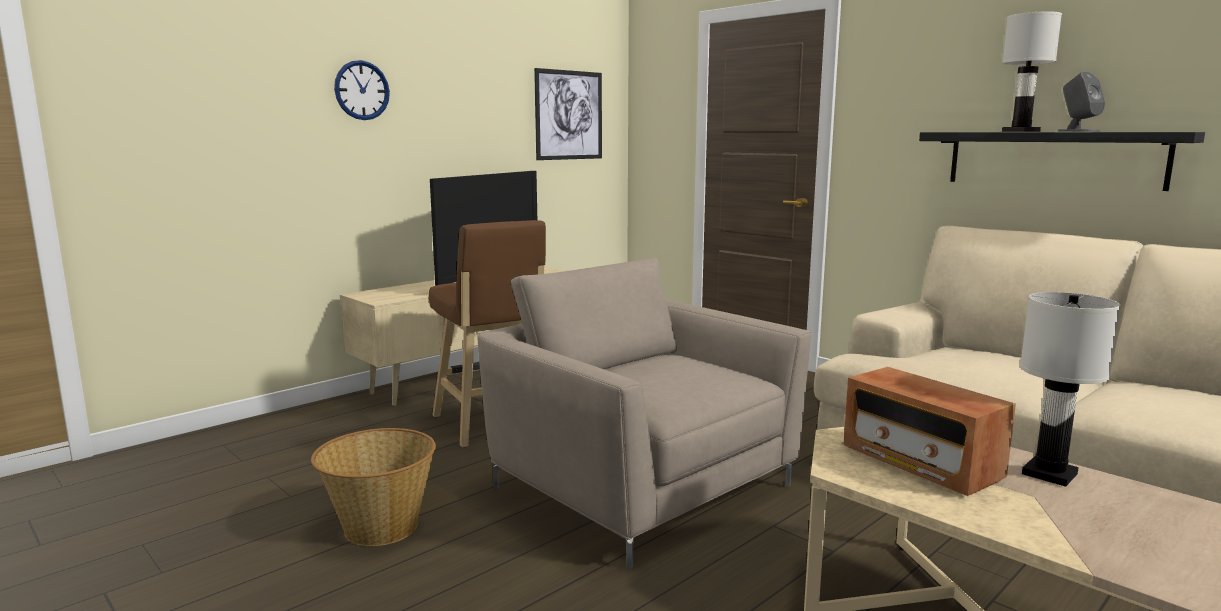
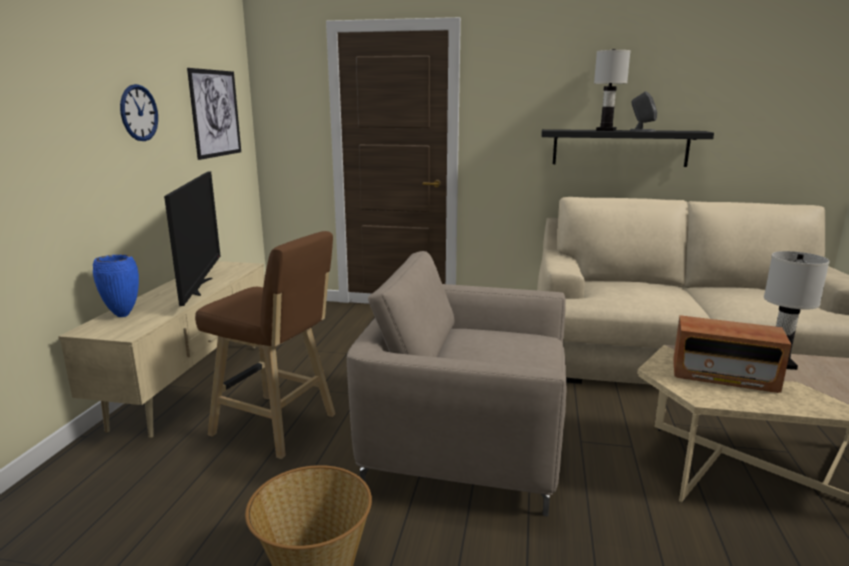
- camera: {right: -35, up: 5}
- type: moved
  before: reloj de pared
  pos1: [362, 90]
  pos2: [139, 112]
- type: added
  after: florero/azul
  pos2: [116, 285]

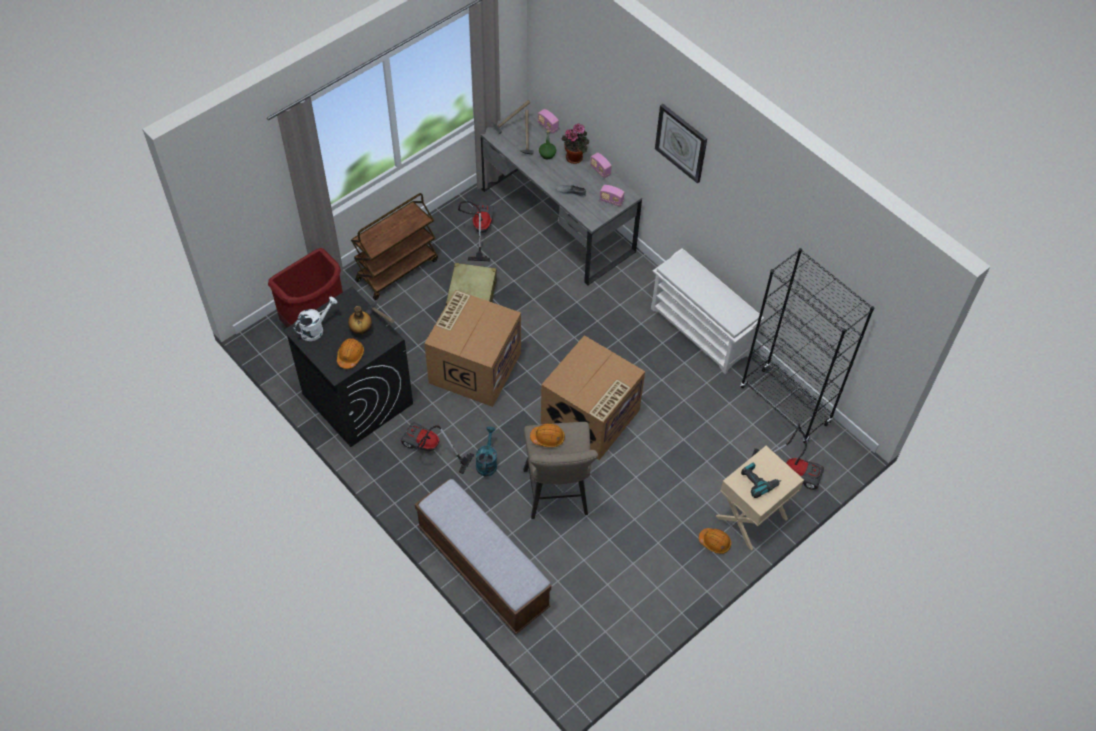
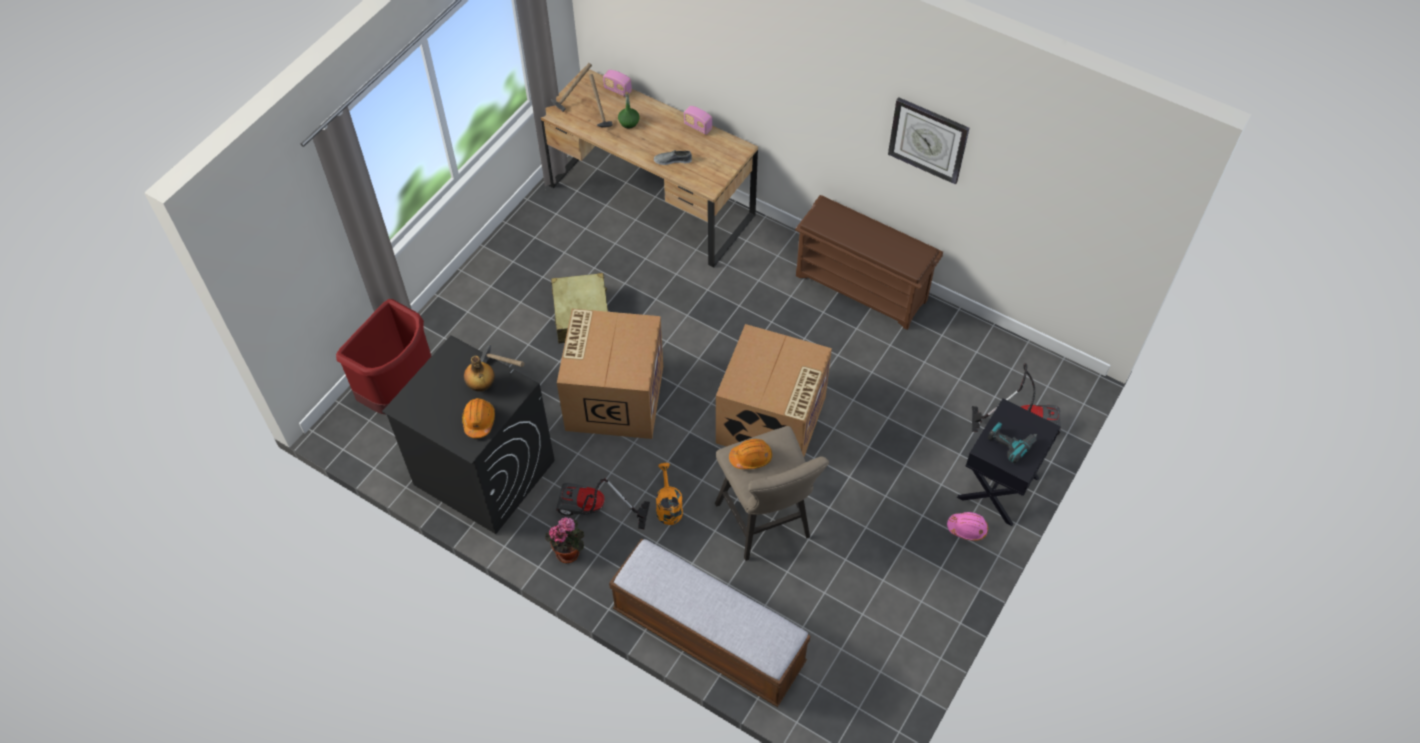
- camera: {right: -15, up: 0}
- type: removed
  before: regadera/blanco
  pos1: [315, 318]
- type: removed
  before: carrito/marrón
  pos1: [394, 246]
- type: removed
  before: aspiradora
  pos1: [476, 231]
- type: recoloured
  before: regadera/turquesa
  after: regadera/naranja
  pos1: [486, 451]
  pos2: [669, 494]
- type: recoloured
  before: escritorio/gris
  after: escritorio/marrón
  pos1: [561, 195]
  pos2: [649, 167]
- type: moved
  before: planta en maceta
  pos1: [576, 143]
  pos2: [564, 540]
- type: removed
  before: radio
  pos1: [612, 196]
- type: recoloured
  before: zapatero/blanco
  after: zapatero/marrón
  pos1: [707, 311]
  pos2: [869, 262]
- type: moved
  before: reloj de pared
  pos1: [681, 144]
  pos2: [928, 141]
- type: recoloured
  before: casco/naranja
  after: casco/rosa
  pos1: [715, 541]
  pos2: [967, 526]
- type: recoloured
  before: mesita de noche/beis
  after: mesita de noche/negro
  pos1: [760, 498]
  pos2: [1008, 462]
- type: removed
  before: estantería/negro
  pos1: [807, 346]

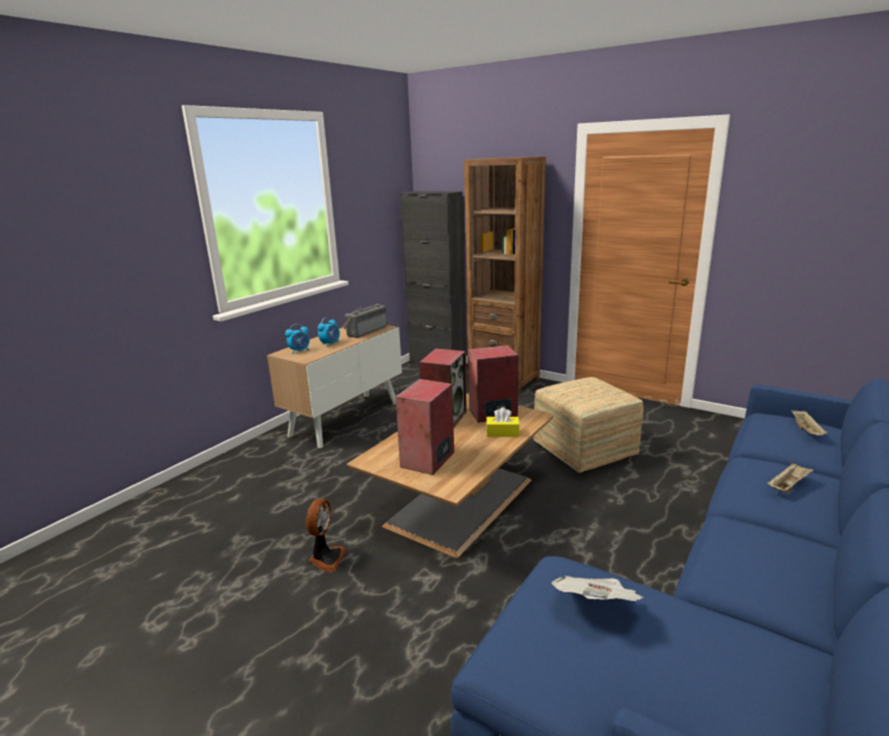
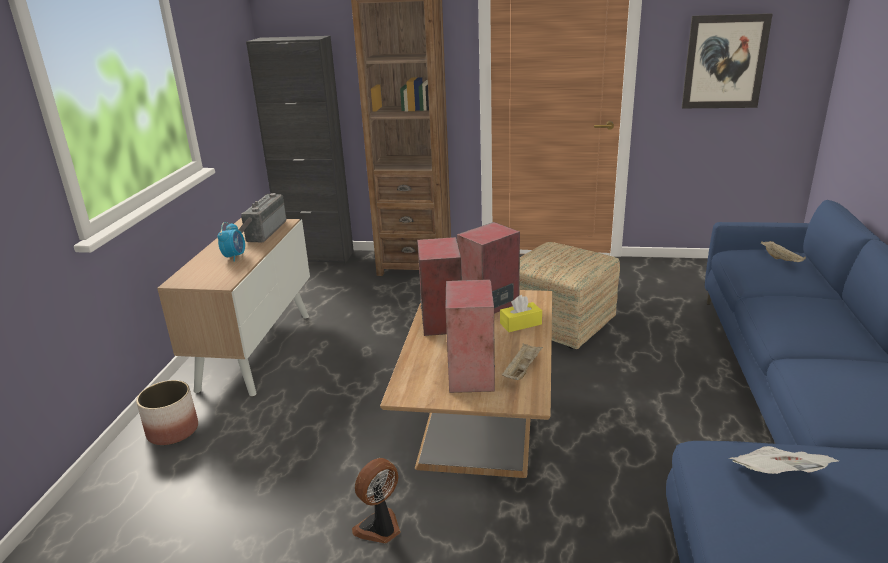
- camera: {right: -25, up: 5}
- type: removed
  before: despertador
  pos1: [297, 339]
- type: turned
  before: ventilador
  pos1: [326, 535]
  pos2: [376, 500]
  turn: -120
- type: moved
  before: bandeja/beis
  pos1: [790, 477]
  pos2: [522, 361]
- type: added
  after: maceta
  pos2: [167, 412]
- type: added
  after: cuadro
  pos2: [726, 60]

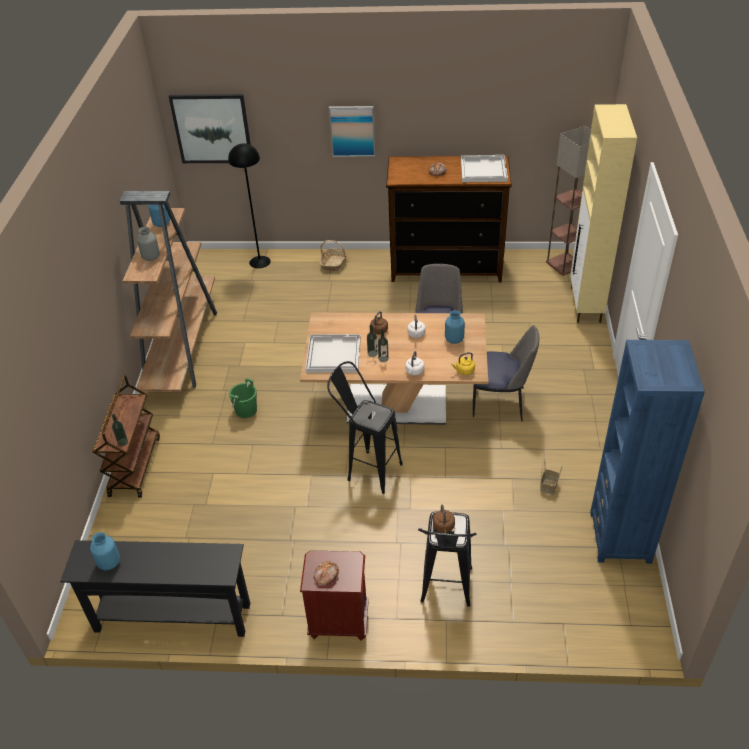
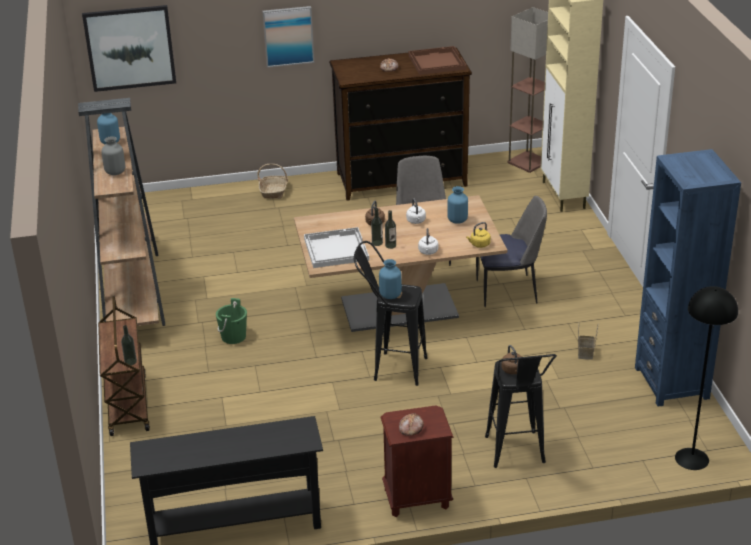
- camera: {right: -15, up: -10}
- type: moved
  before: florero/azul
  pos1: [105, 551]
  pos2: [390, 279]
- type: moved
  before: lámpara de pie/negro
  pos1: [249, 205]
  pos2: [706, 378]
- type: recoloured
  before: bandeja/blanco
  after: bandeja/marrón
  pos1: [484, 168]
  pos2: [437, 60]

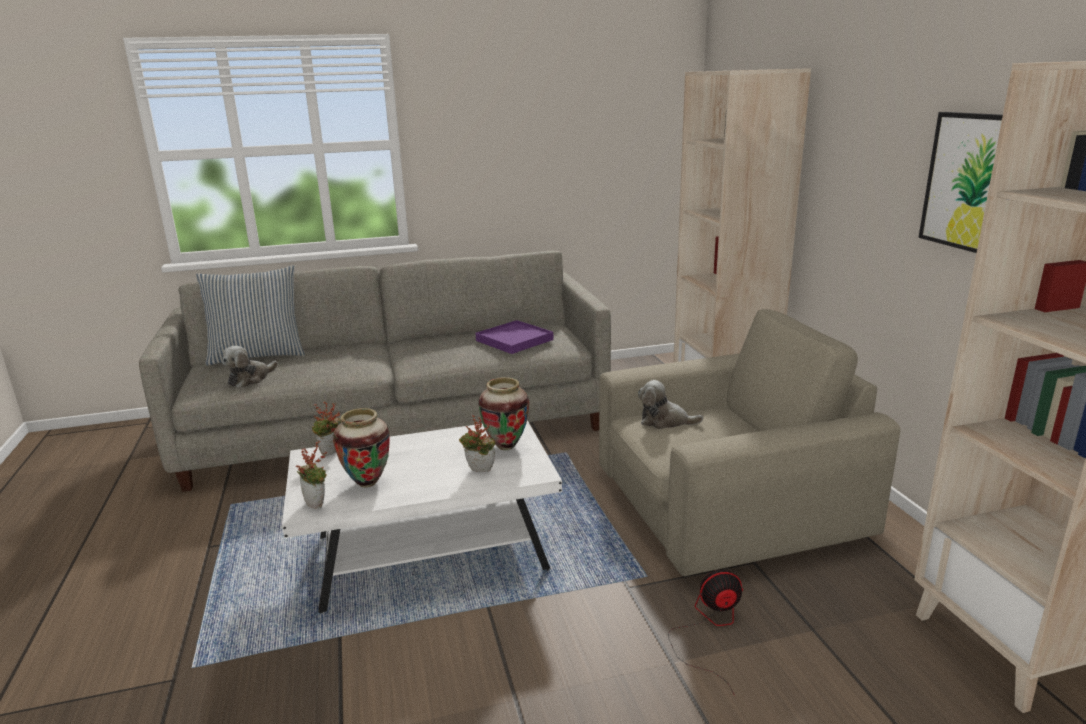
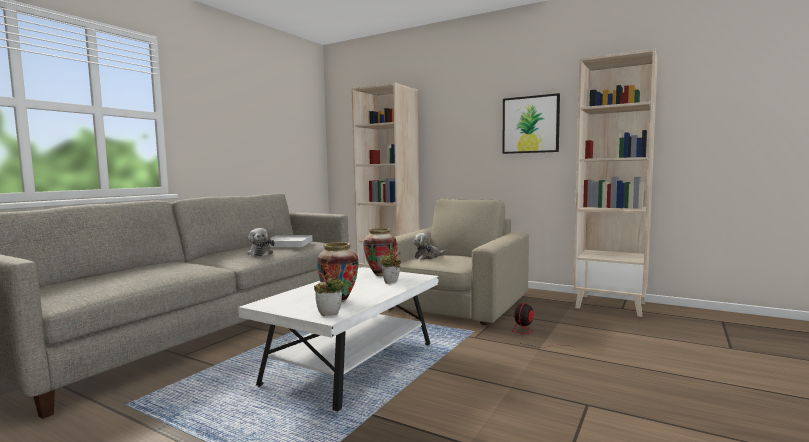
- camera: {right: -45, up: -15}
- type: removed
  before: cojín
  pos1: [250, 315]
- type: moved
  before: peluche
  pos1: [250, 367]
  pos2: [261, 242]
- type: removed
  before: planta en maceta
  pos1: [326, 429]
- type: recoloured
  before: bandeja/morado
  after: bandeja/blanco
  pos1: [514, 337]
  pos2: [290, 241]

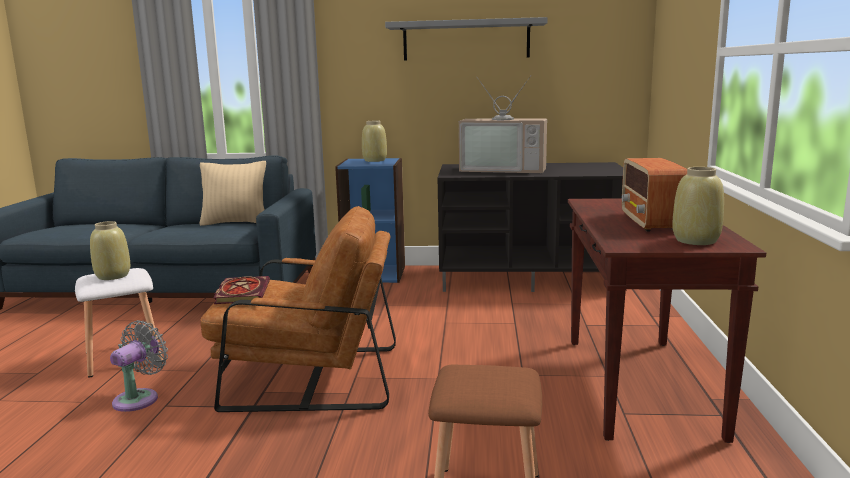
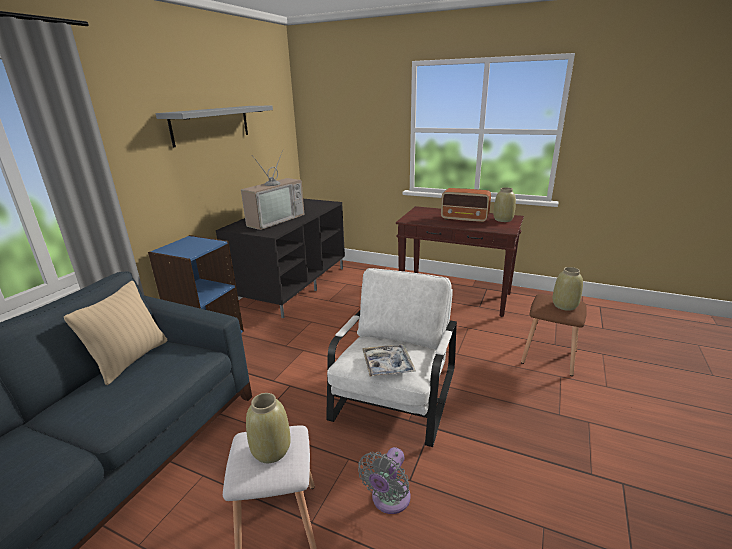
- camera: {right: -70, up: 10}
- type: turned
  before: ventilador/gris
  pos1: [139, 366]
  pos2: [384, 480]
  turn: -105
- type: recoloured
  before: sillón/marrón
  after: sillón/blanco
  pos1: [298, 309]
  pos2: [391, 357]
- type: replaced
  before: libro
  after: bandeja
  pos1: [241, 290]
  pos2: [389, 360]
- type: moved
  before: florero/beis
  pos1: [374, 141]
  pos2: [568, 289]

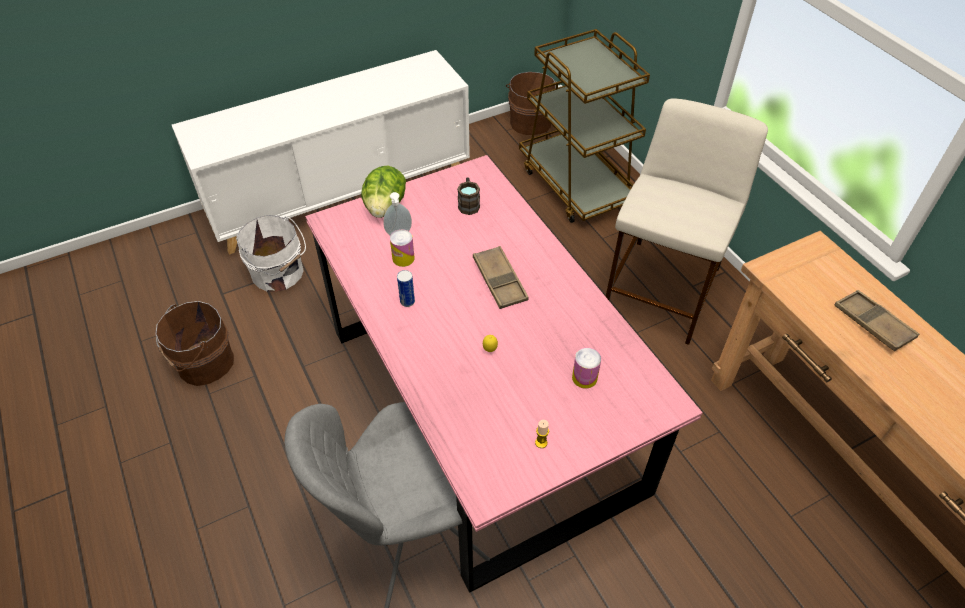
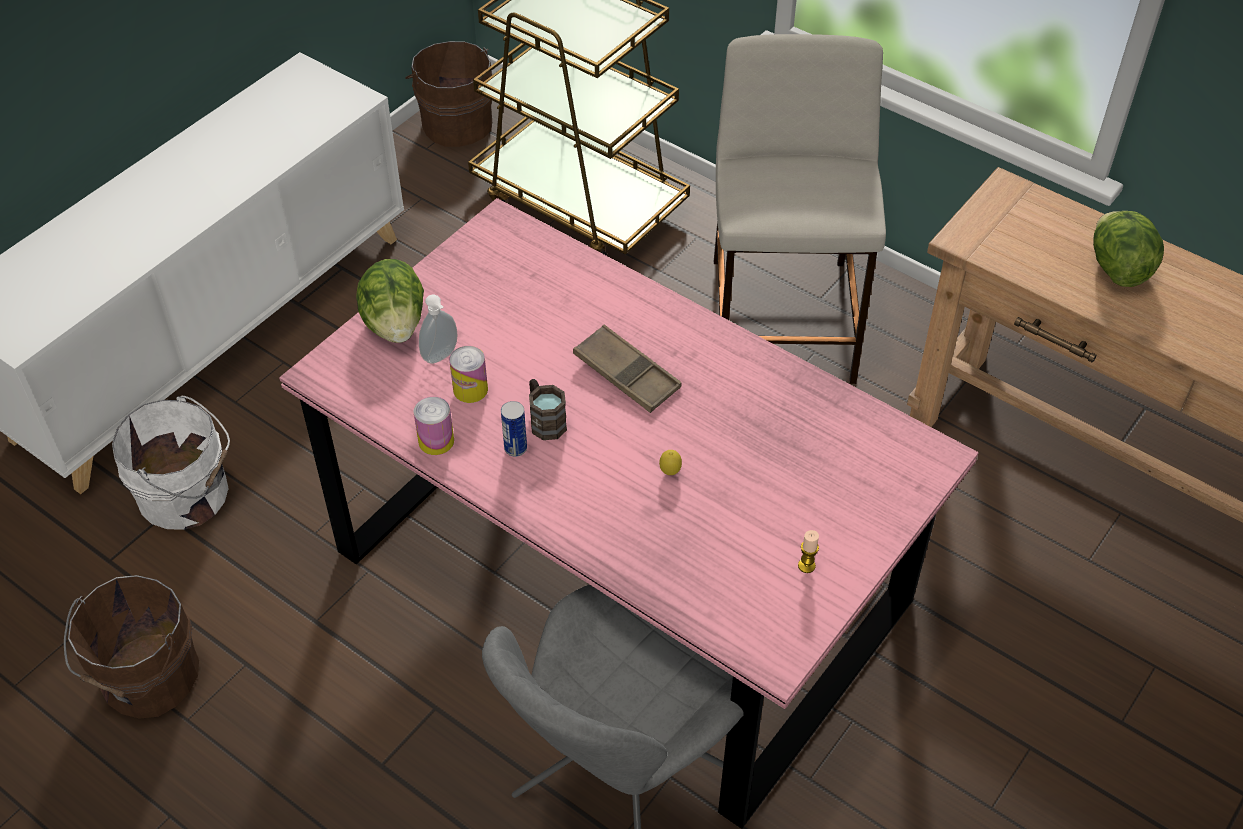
- camera: {right: -25, up: 0}
- type: moved
  before: taza grande/marrón
  pos1: [468, 196]
  pos2: [548, 409]
- type: moved
  before: lata
  pos1: [586, 368]
  pos2: [434, 426]
- type: replaced
  before: bandeja/marrón
  after: lechuga
  pos1: [877, 320]
  pos2: [1128, 249]

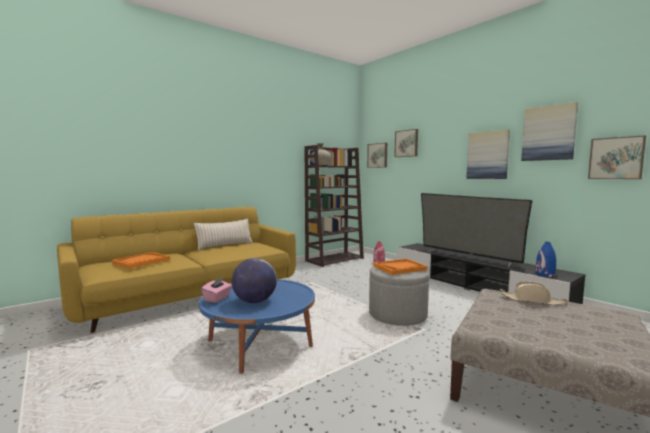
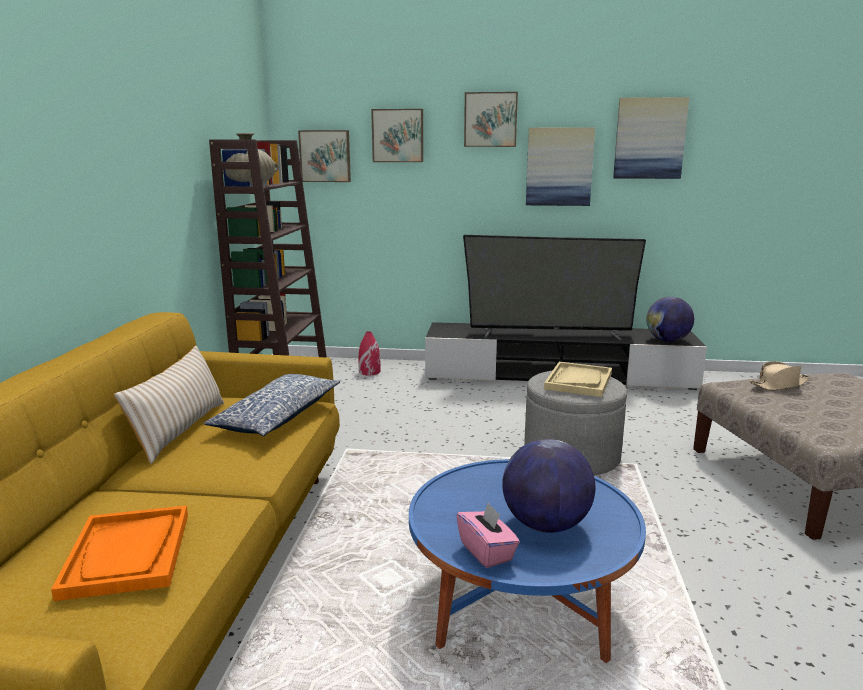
- camera: {right: -45, up: 10}
- type: recoloured
  before: bandeja/naranja
  after: bandeja/beis
  pos1: [400, 267]
  pos2: [578, 379]
- type: replaced
  before: florero/azul
  after: globo terráqueo
  pos1: [545, 259]
  pos2: [670, 319]
- type: moved
  before: cuadro
  pos1: [617, 157]
  pos2: [491, 119]
- type: added
  after: cojín
  pos2: [272, 405]

